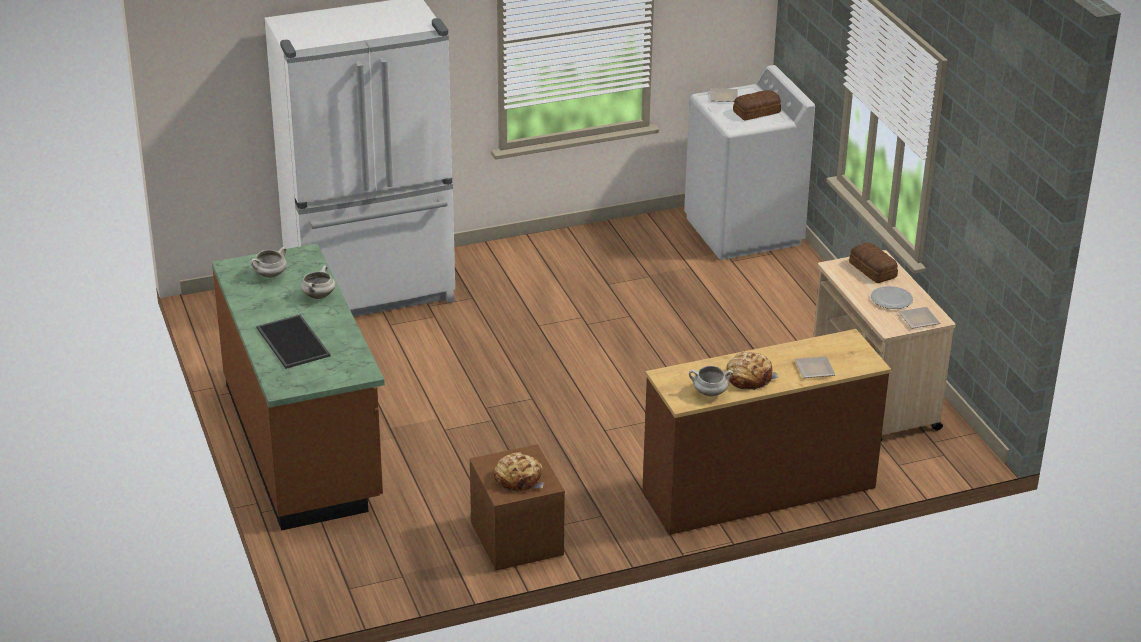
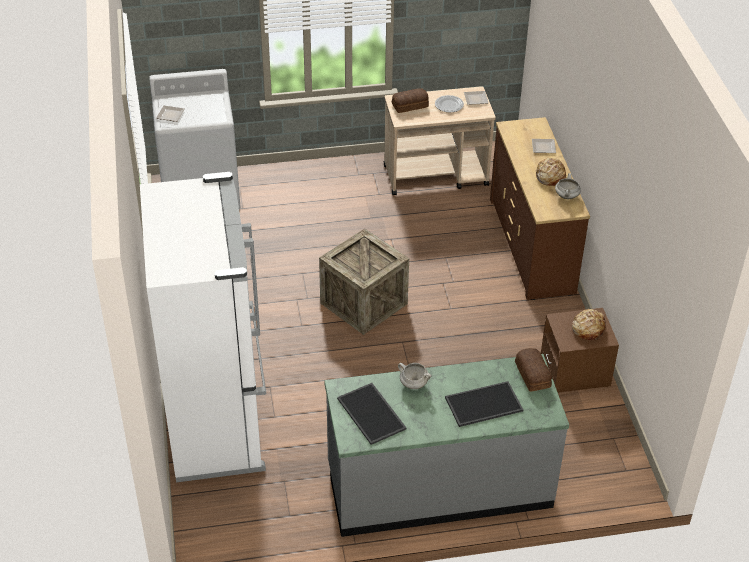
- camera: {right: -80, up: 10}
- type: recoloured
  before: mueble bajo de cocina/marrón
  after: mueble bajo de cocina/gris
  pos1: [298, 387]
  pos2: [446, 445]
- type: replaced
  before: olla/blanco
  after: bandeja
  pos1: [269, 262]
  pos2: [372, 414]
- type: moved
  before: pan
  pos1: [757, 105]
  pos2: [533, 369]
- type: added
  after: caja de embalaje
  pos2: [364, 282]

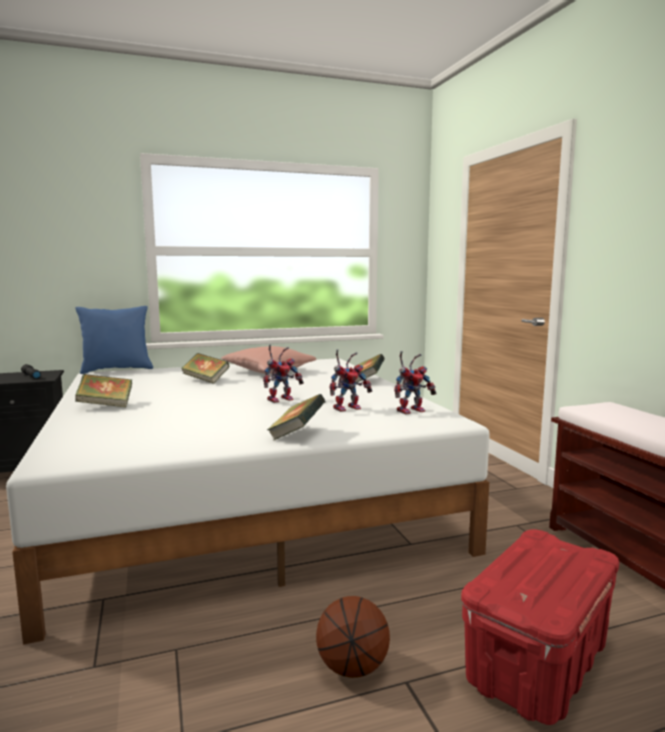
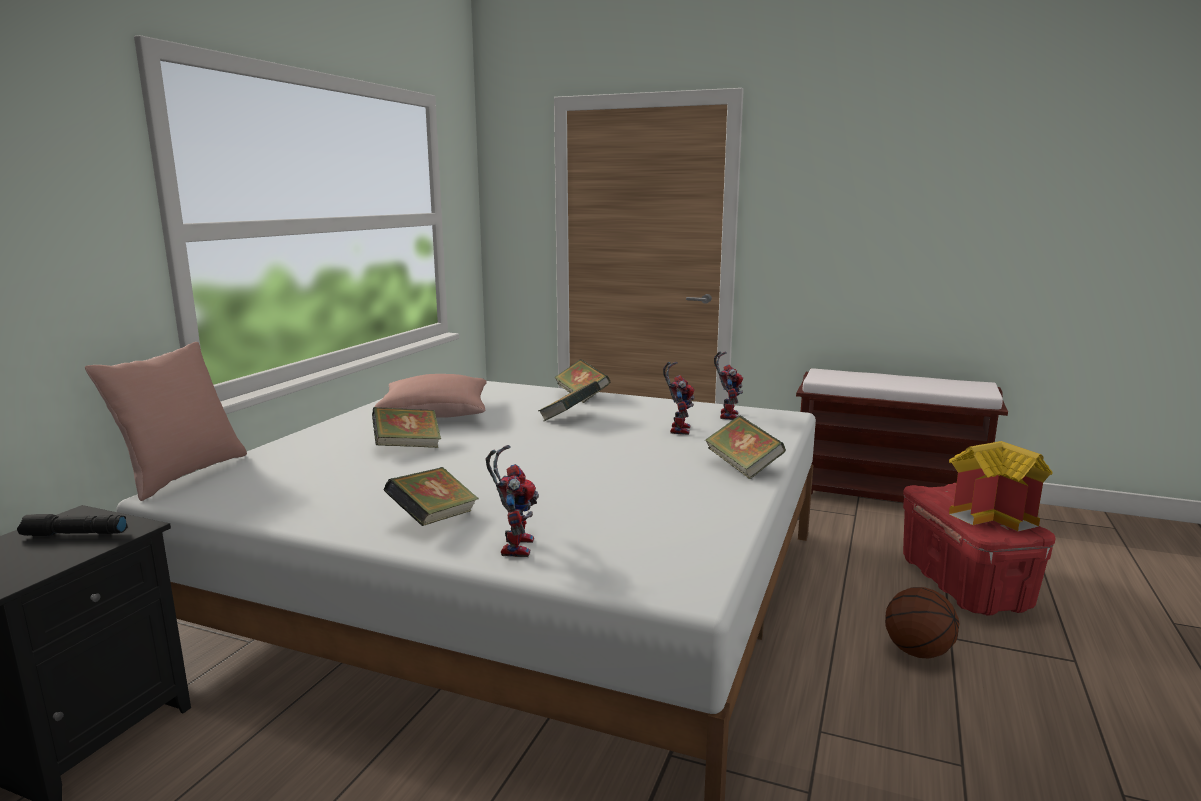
- camera: {right: -50, up: 5}
- type: recoloured
  before: cojín/azul
  after: cojín/rosa
  pos1: [114, 340]
  pos2: [166, 421]
- type: moved
  before: robot de juguete
  pos1: [283, 374]
  pos2: [512, 501]
- type: added
  after: libro
  pos2: [569, 401]
- type: added
  after: casita
  pos2: [1001, 486]

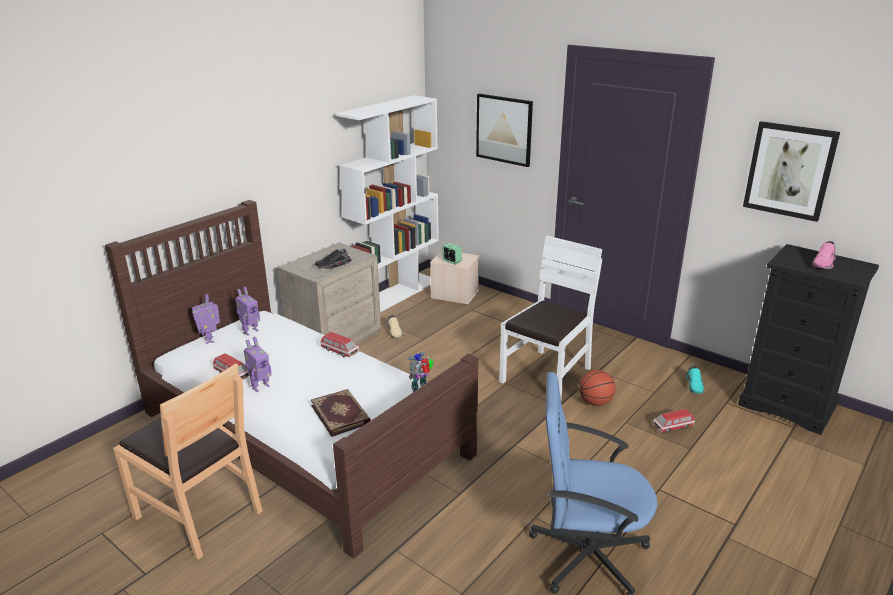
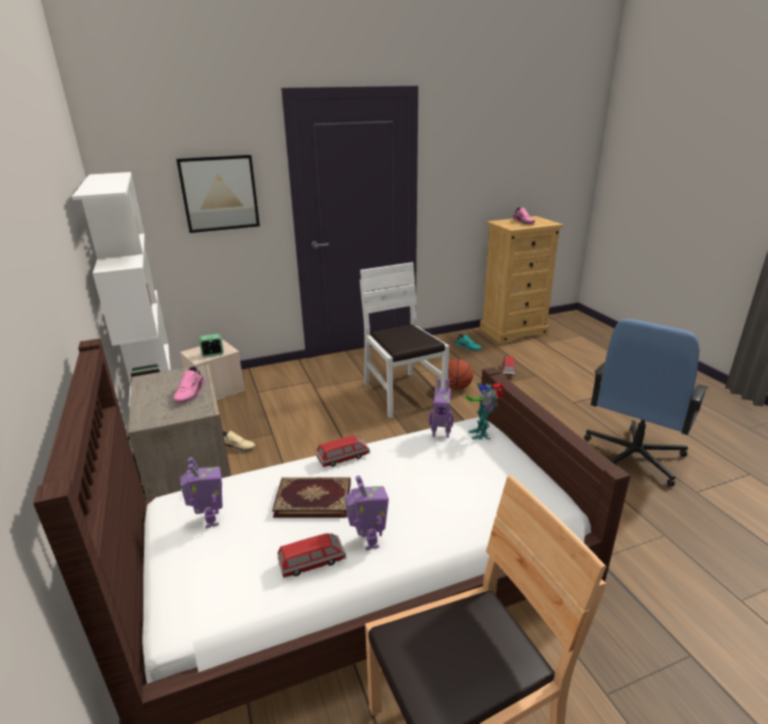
- camera: {right: -60, up: 0}
- type: moved
  before: robot de juguete
  pos1: [206, 319]
  pos2: [441, 408]
- type: moved
  before: libro
  pos1: [341, 413]
  pos2: [311, 497]
- type: recoloured
  before: zapato/negro
  after: zapato/rosa
  pos1: [333, 259]
  pos2: [189, 384]
- type: recoloured
  before: cómoda/negro
  after: cómoda/beis
  pos1: [808, 339]
  pos2: [521, 280]
- type: removed
  before: cuadro
  pos1: [791, 171]

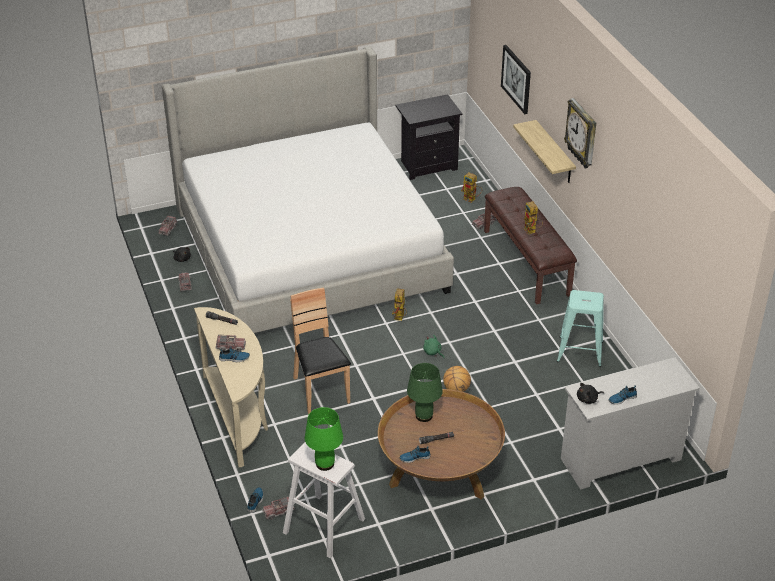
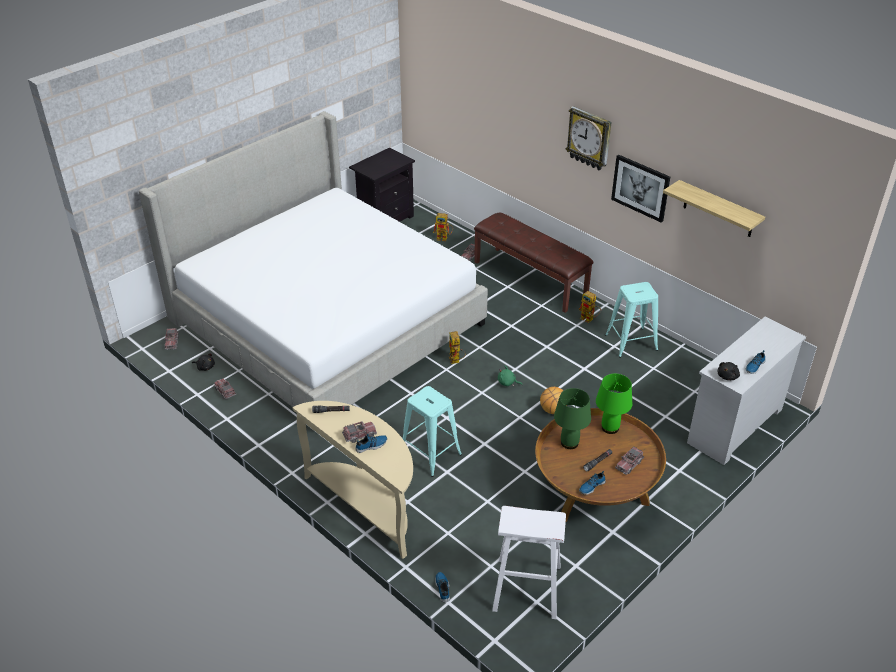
- camera: {right: -25, up: 0}
- type: moved
  before: camión de juguete
  pos1: [278, 508]
  pos2: [629, 460]
- type: replaced
  before: silla/marrón
  after: taburete/turquesa
  pos1: [320, 350]
  pos2: [432, 431]
- type: moved
  before: lámpara de mesa/verde
  pos1: [324, 439]
  pos2: [614, 404]
- type: moved
  before: cuadro
  pos1: [516, 79]
  pos2: [640, 189]
- type: moved
  before: estante
  pos1: [544, 151]
  pos2: [714, 208]
- type: moved
  before: robot de juguete
  pos1: [533, 217]
  pos2: [589, 307]

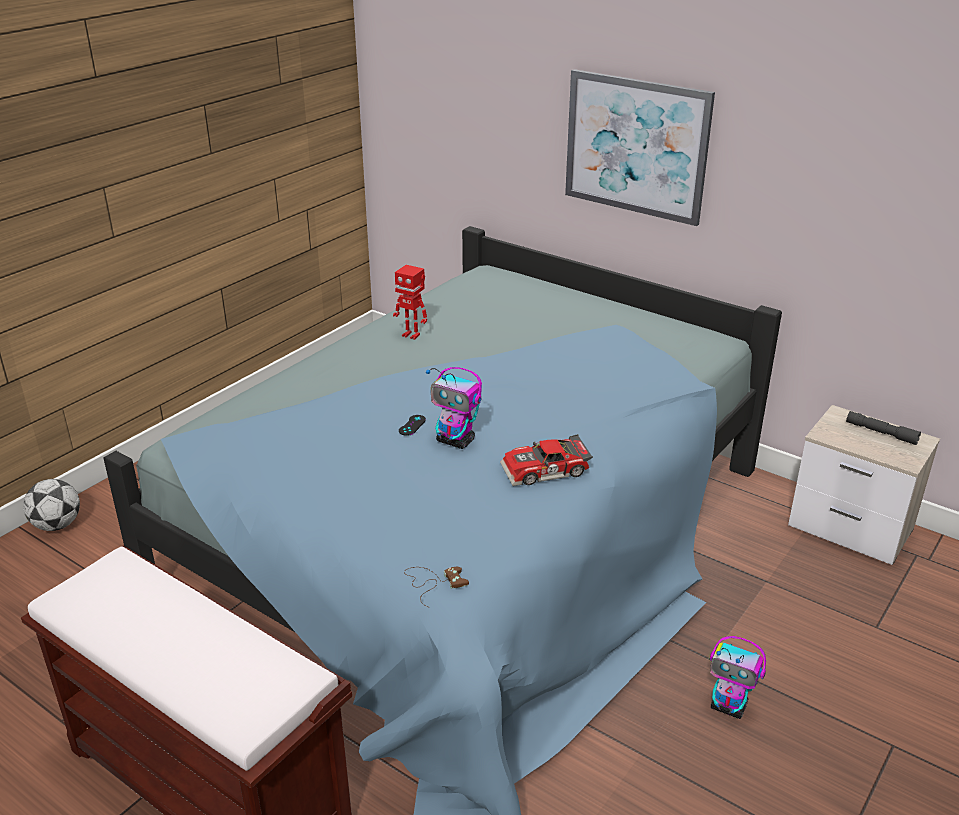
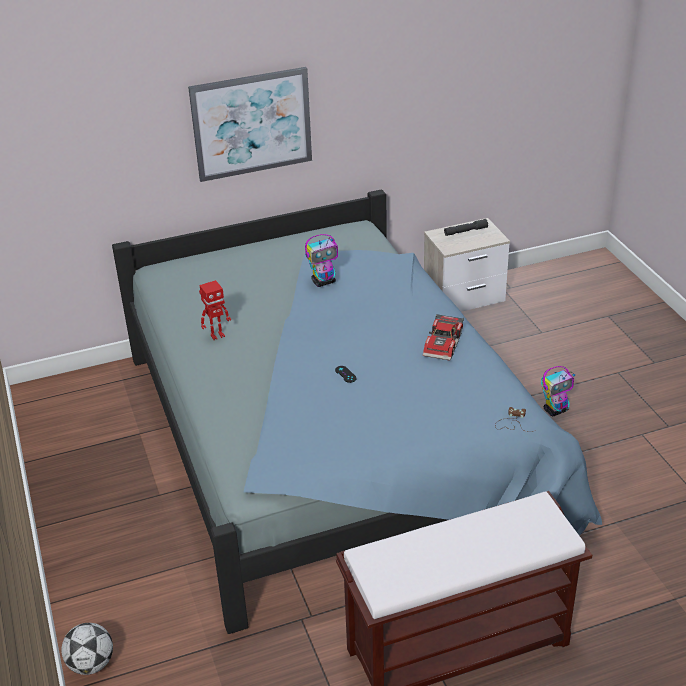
- camera: {right: -55, up: 5}
- type: moved
  before: robot de juguete
  pos1: [454, 408]
  pos2: [321, 260]

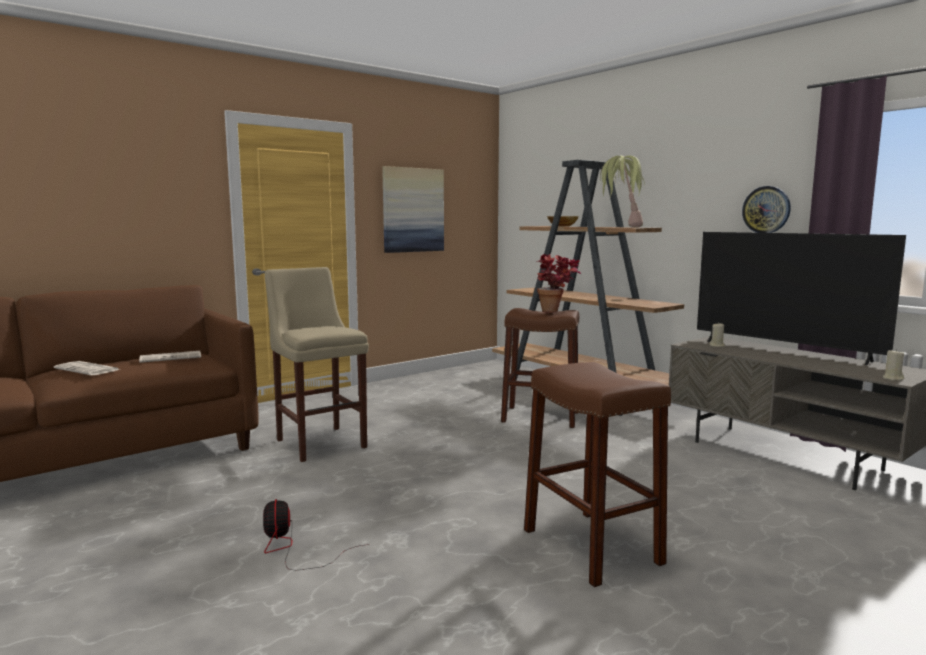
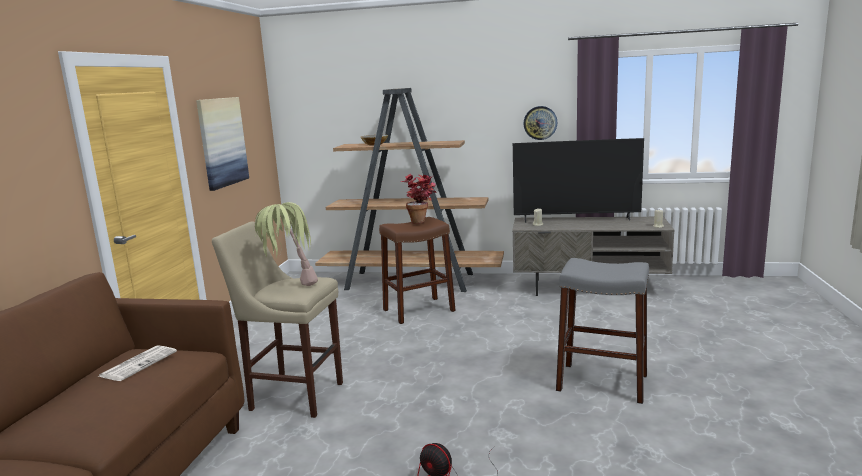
- camera: {right: -40, up: 5}
- type: removed
  before: periódico
  pos1: [87, 368]
- type: recoloured
  before: taburete/marrón
  after: taburete/gris
  pos1: [597, 474]
  pos2: [602, 331]
- type: moved
  before: planta en maceta
  pos1: [622, 191]
  pos2: [286, 244]

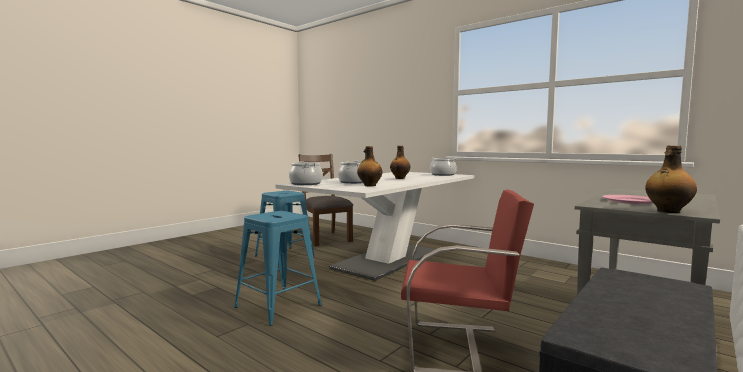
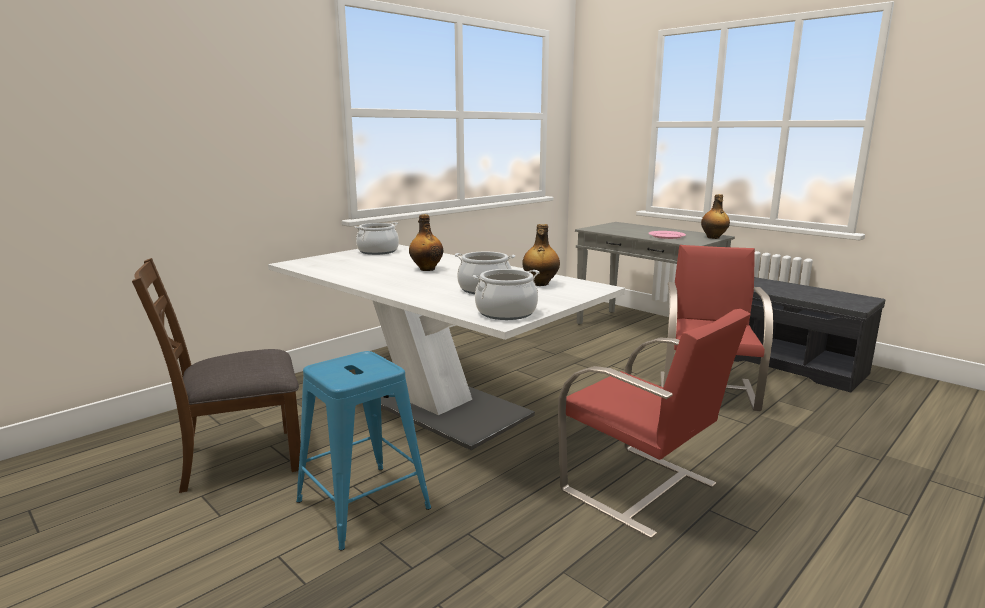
- camera: {right: -85, up: 10}
- type: replaced
  before: taburete/azul
  after: silla/rojo
  pos1: [278, 268]
  pos2: [654, 424]

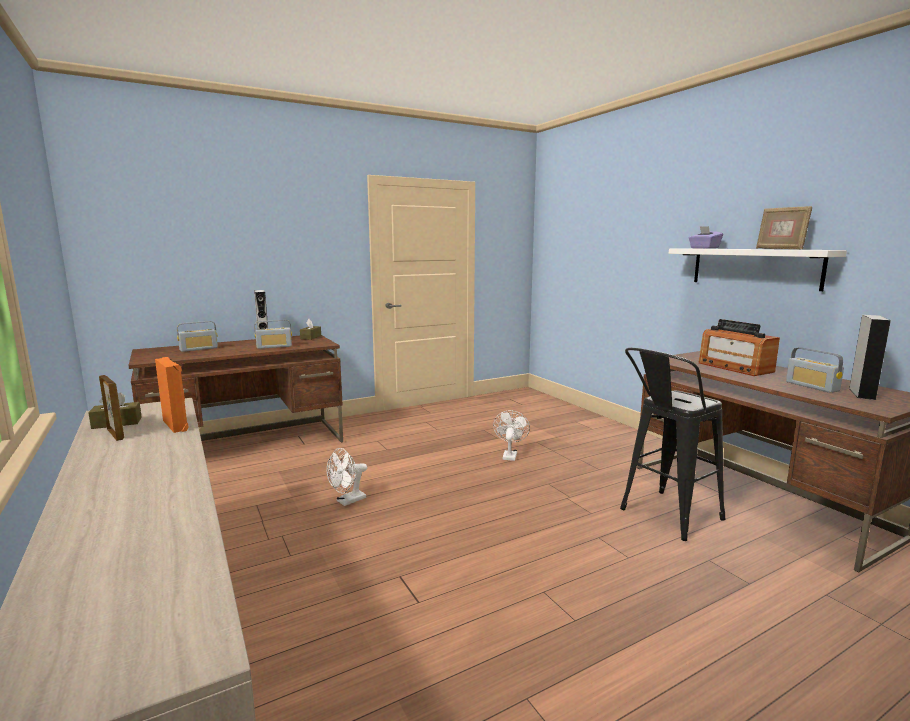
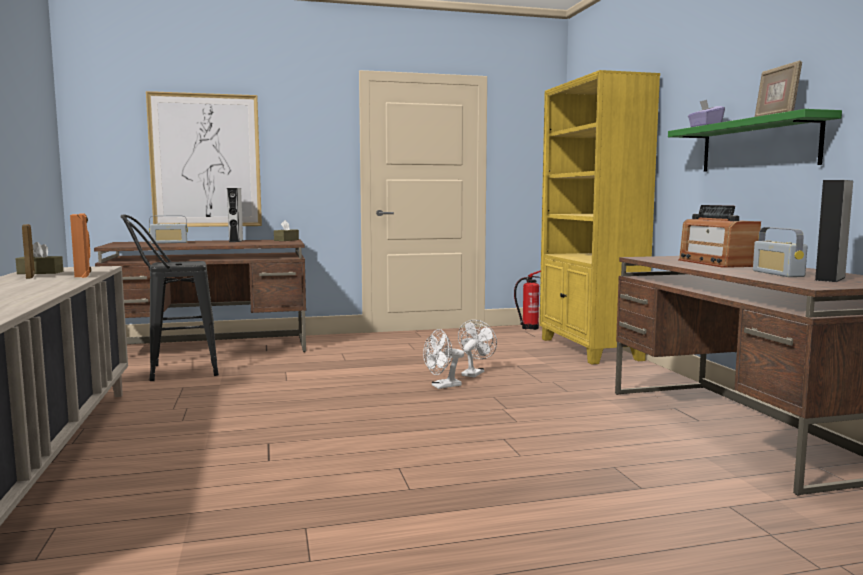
- camera: {right: 15, up: -5}
- type: removed
  before: radio
  pos1: [273, 334]
- type: moved
  before: ventilador/blanco
  pos1: [347, 477]
  pos2: [443, 359]
- type: moved
  before: taburete/negro
  pos1: [673, 444]
  pos2: [170, 297]
- type: recoloured
  before: estante/blanco
  after: estante/verde
  pos1: [758, 269]
  pos2: [755, 140]
- type: added
  after: cuadro
  pos2: [204, 159]
- type: added
  after: extintor
  pos2: [527, 300]
- type: added
  after: estantería/amarillo
  pos2: [599, 217]

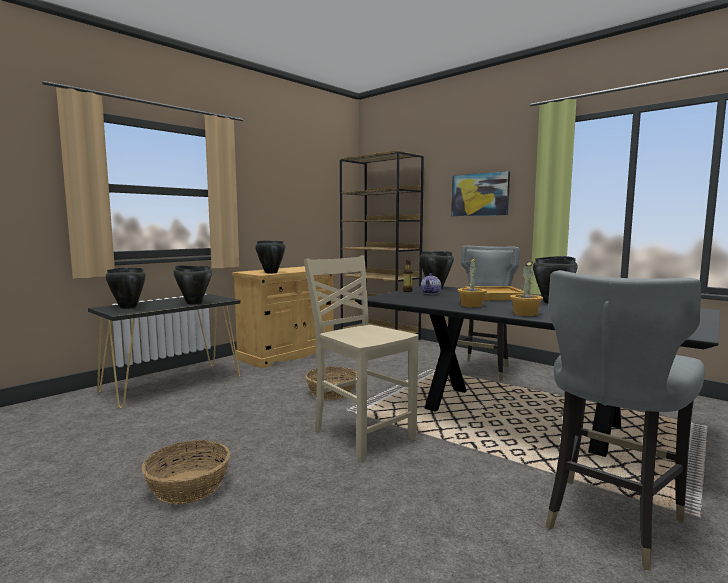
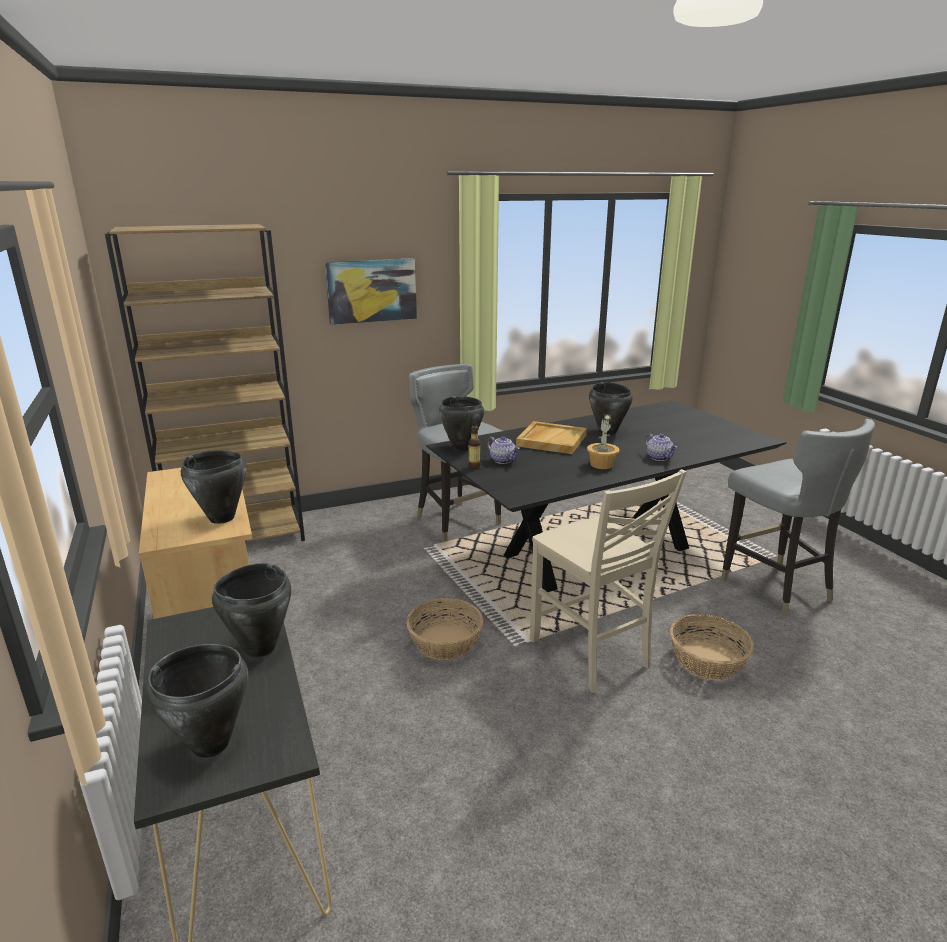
- camera: {right: -65, up: 15}
- type: moved
  before: cesta
  pos1: [186, 472]
  pos2: [712, 647]
- type: turned
  before: silla/beis
  pos1: [361, 359]
  pos2: [608, 581]
  turn: -105
- type: replaced
  before: planta en maceta
  after: tetera
  pos1: [526, 288]
  pos2: [661, 447]

